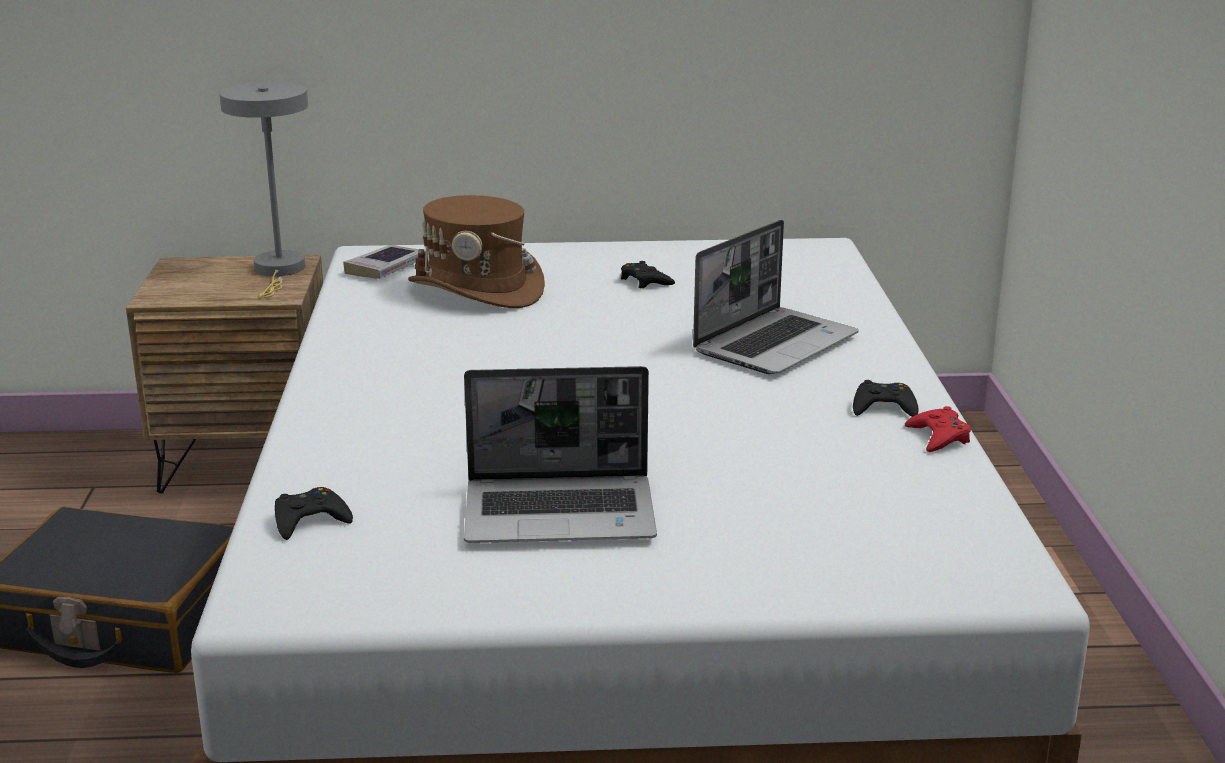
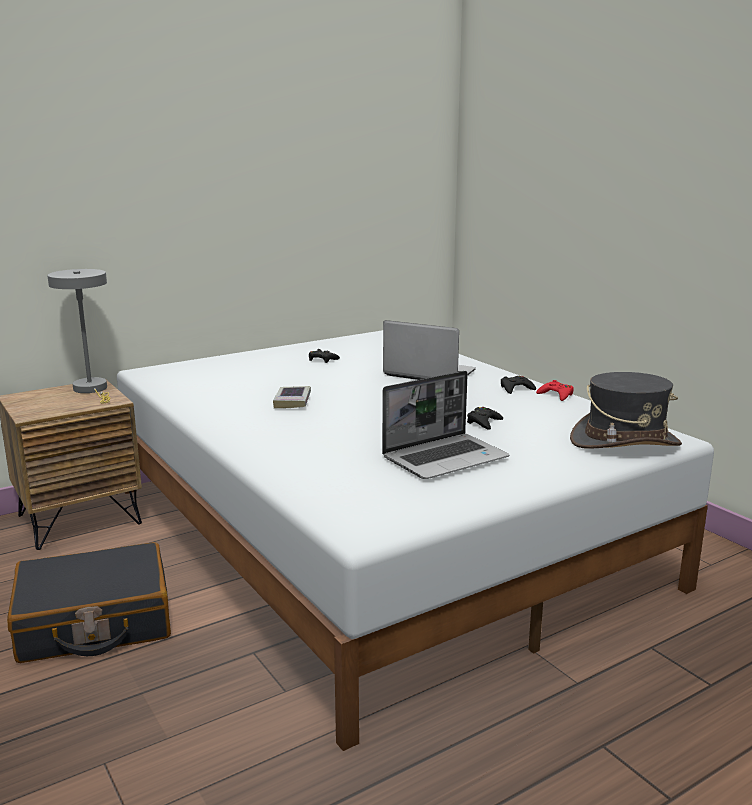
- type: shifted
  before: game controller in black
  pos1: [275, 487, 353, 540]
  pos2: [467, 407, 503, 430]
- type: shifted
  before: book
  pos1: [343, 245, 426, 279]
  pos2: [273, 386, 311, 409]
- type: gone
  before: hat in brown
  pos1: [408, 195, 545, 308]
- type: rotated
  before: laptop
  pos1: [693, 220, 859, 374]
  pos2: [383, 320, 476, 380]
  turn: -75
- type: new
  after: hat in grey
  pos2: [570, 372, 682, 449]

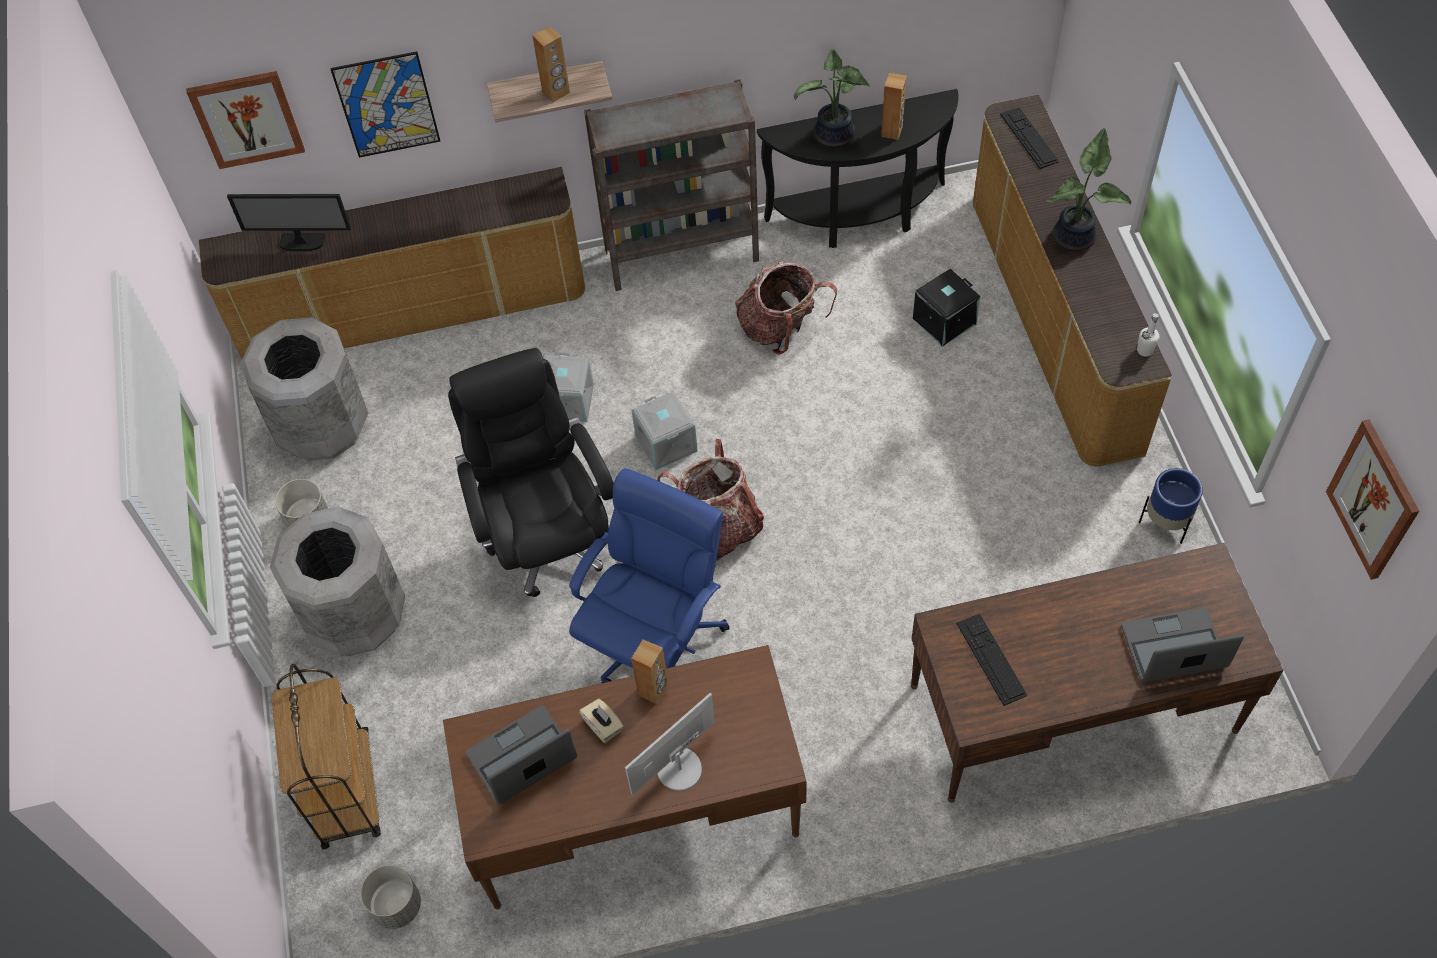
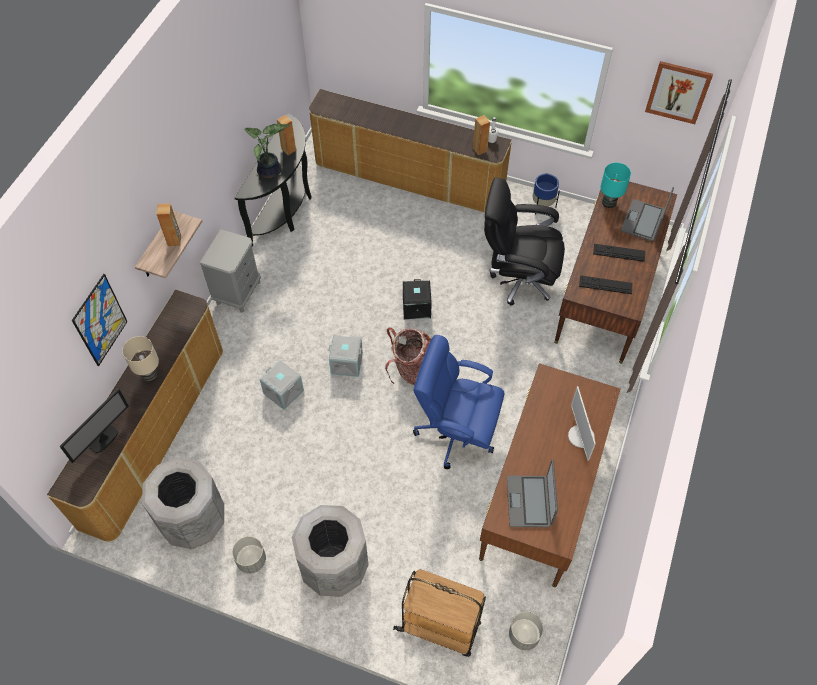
- type: gone
  before: picture
  pos1: [186, 71, 305, 169]
- type: shifted
  before: office chair in black
  pos1: [448, 348, 614, 597]
  pos2: [484, 178, 565, 306]
- type: rotated
  before: office chair in blue
  pos1: [569, 468, 730, 683]
  pos2: [413, 335, 505, 469]
  turn: -45
- type: gone
  before: tissue box in beige
  pos1: [579, 699, 624, 743]
- type: swapped
  before: bookcase in grey
  after: nightstand in grey
  pos1: [584, 79, 759, 291]
  pos2: [200, 229, 261, 313]
- type: shifted
  before: speaker in brown
  pos1: [631, 640, 668, 704]
  pos2: [473, 115, 490, 155]
- type: gone
  before: backpack
  pos1: [735, 261, 837, 355]
- type: shifted
  before: storage box in black
  pos1: [913, 268, 980, 347]
  pos2: [403, 279, 432, 320]
- type: shifted
  before: keyboard
  pos1: [1000, 108, 1059, 169]
  pos2: [593, 244, 645, 262]
- type: gone
  before: potted plant
  pos1: [1046, 128, 1131, 252]
- type: new
  after: table lamp in beige
  pos2: [122, 336, 159, 382]
- type: new
  after: table lamp in turquoise
  pos2: [600, 163, 631, 208]

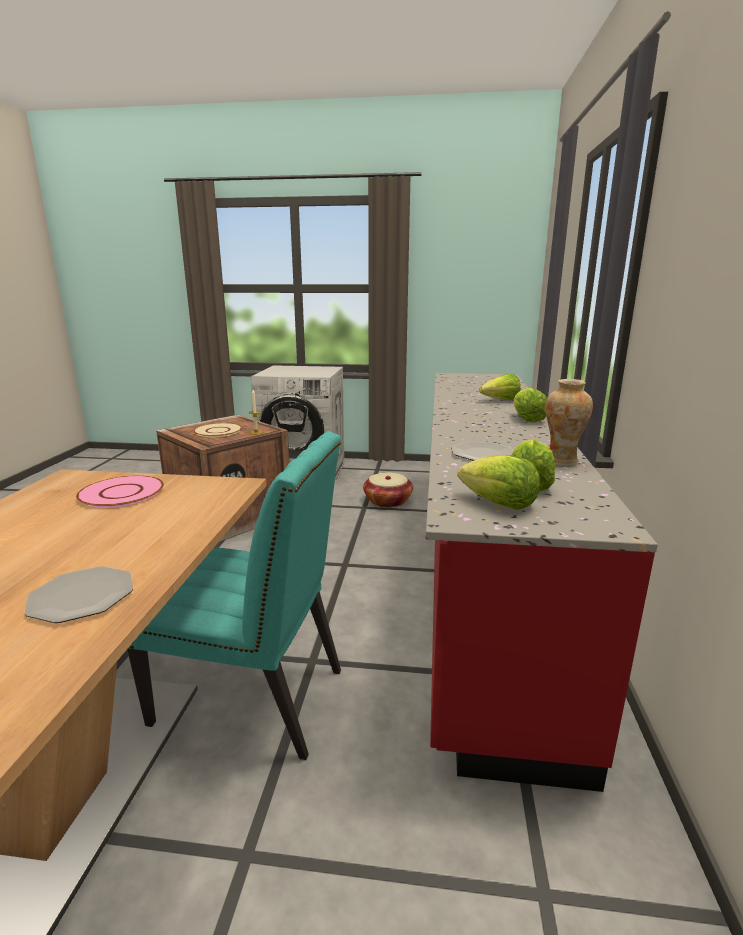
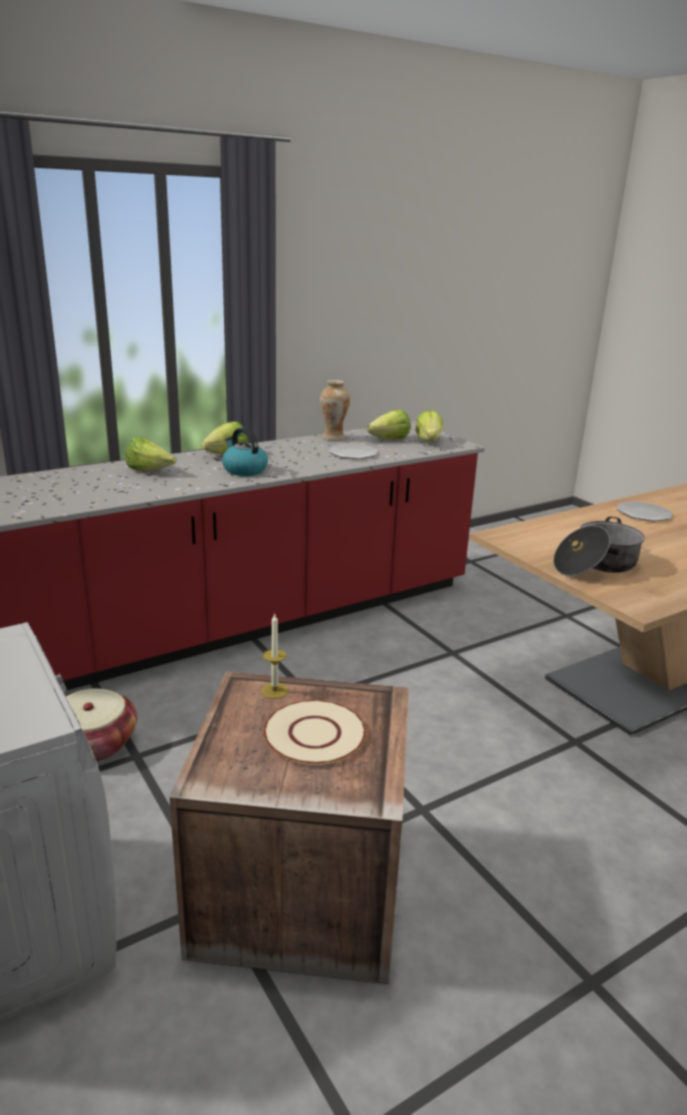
- type: swapped
  before: plate in pink
  after: cooking pot
  pos1: [76, 475, 164, 508]
  pos2: [553, 517, 645, 576]
- type: gone
  before: chair in turquoise
  pos1: [127, 431, 341, 760]
- type: new
  after: kettle
  pos2: [222, 427, 268, 476]

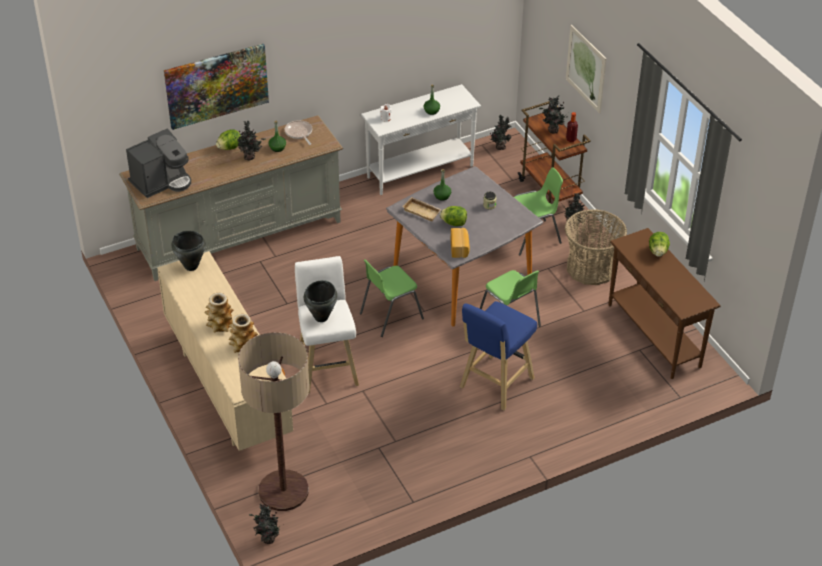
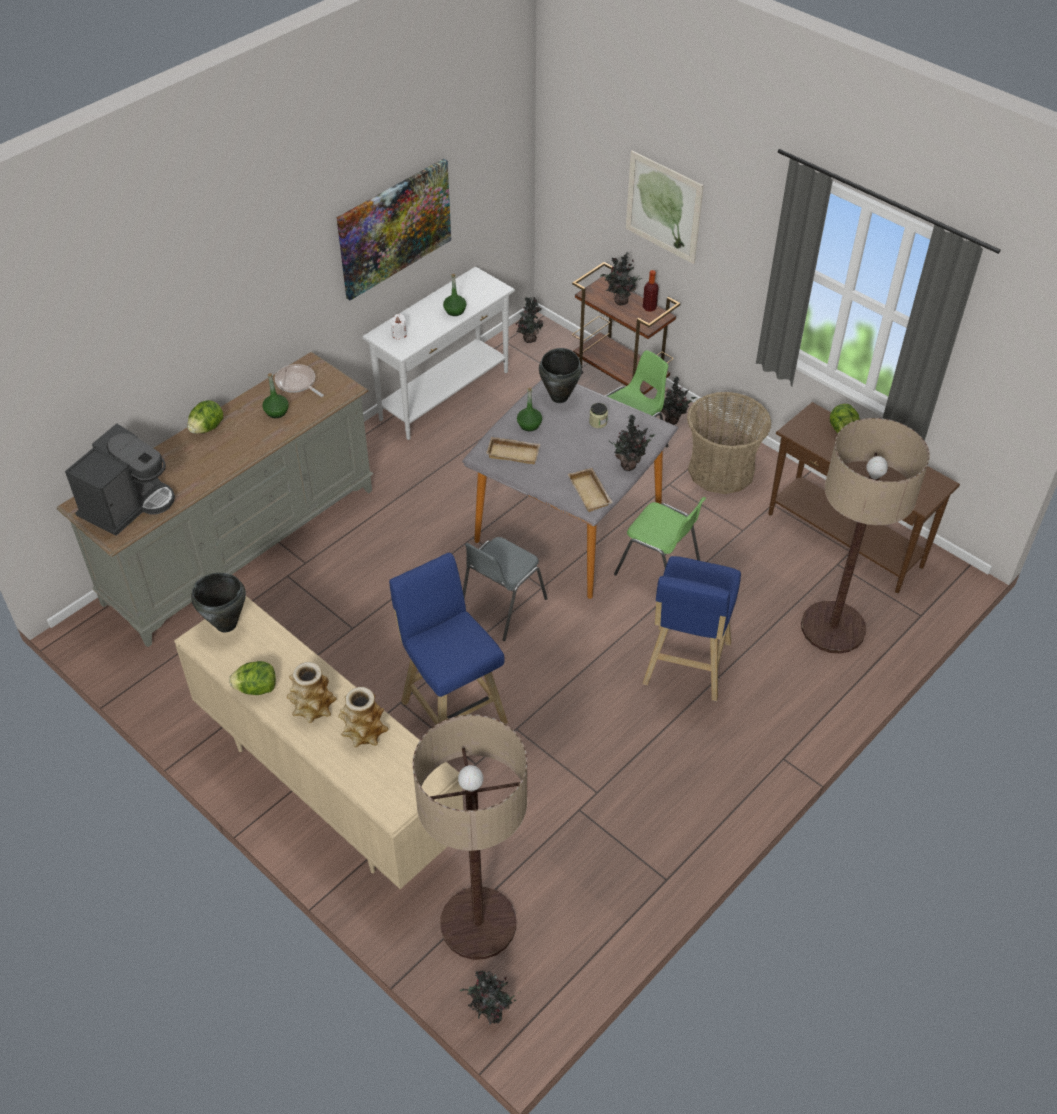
- type: shifted
  before: picture
  pos1: [164, 44, 269, 130]
  pos2: [337, 158, 451, 300]
- type: shifted
  before: potted plant
  pos1: [234, 121, 266, 160]
  pos2: [609, 415, 655, 471]
- type: repainted
  before: stool in white
  after: stool in blue
  pos1: [295, 256, 359, 394]
  pos2: [389, 553, 508, 725]
- type: shifted
  before: cooking pot in black
  pos1: [304, 280, 337, 322]
  pos2: [539, 348, 582, 403]
- type: repainted
  before: chair in green
  after: chair in grey
  pos1: [360, 259, 424, 337]
  pos2: [463, 537, 548, 641]
- type: shifted
  before: lettuce
  pos1: [440, 206, 467, 226]
  pos2: [229, 661, 276, 695]
- type: swapped
  before: bread
  after: tray in beige
  pos1: [451, 228, 470, 258]
  pos2: [568, 468, 613, 512]
- type: new
  after: floor lamp
  pos2: [801, 418, 930, 654]

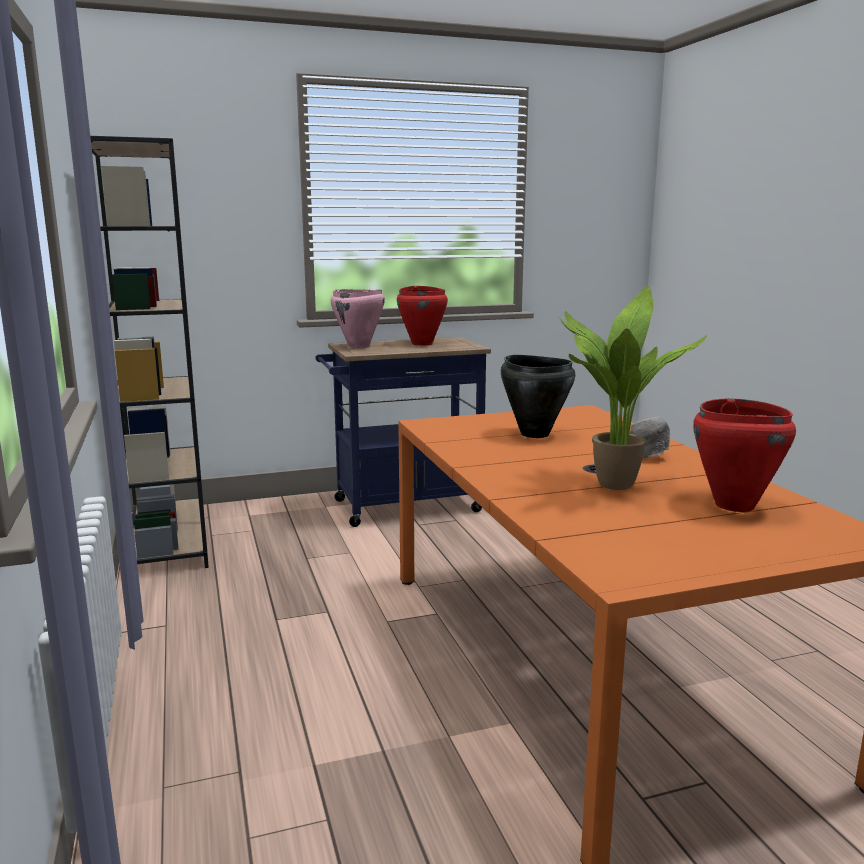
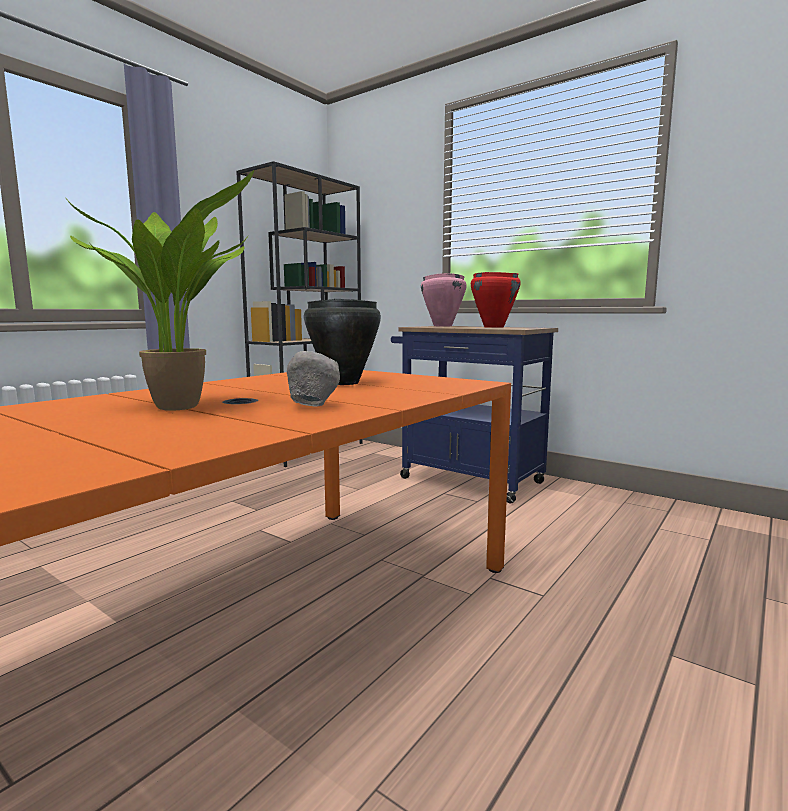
- type: gone
  before: cooking pot in red
  pos1: [693, 398, 796, 512]

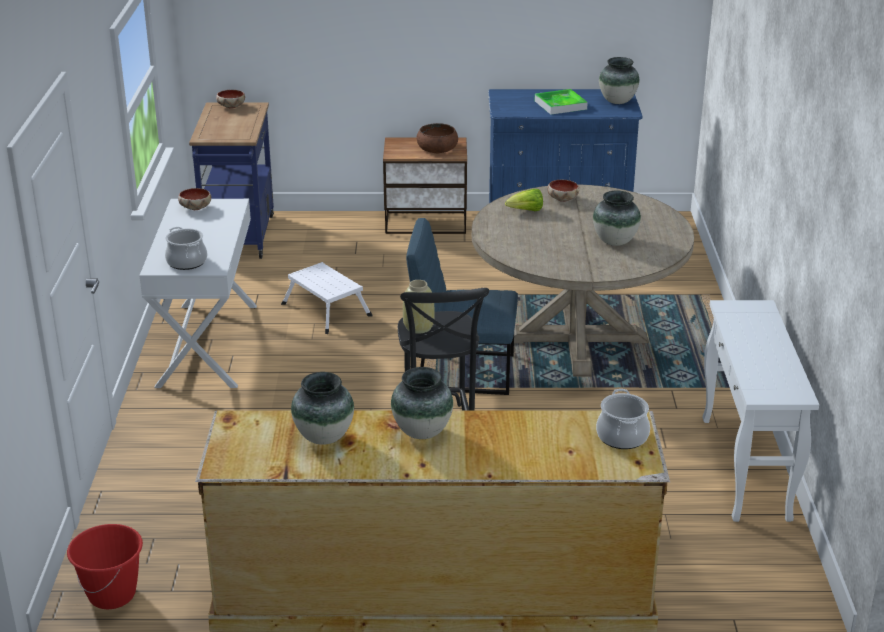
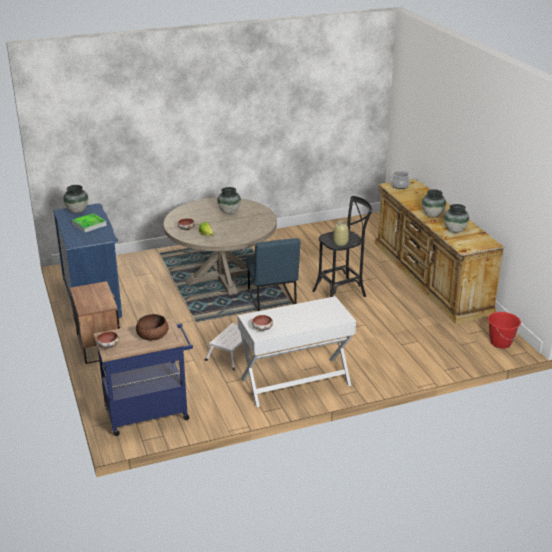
- type: gone
  before: cooking pot
  pos1: [165, 227, 207, 270]
- type: shifted
  before: bowl in brown
  pos1: [416, 123, 458, 154]
  pos2: [136, 314, 169, 340]
- type: gone
  before: console table in white
  pos1: [702, 300, 819, 522]

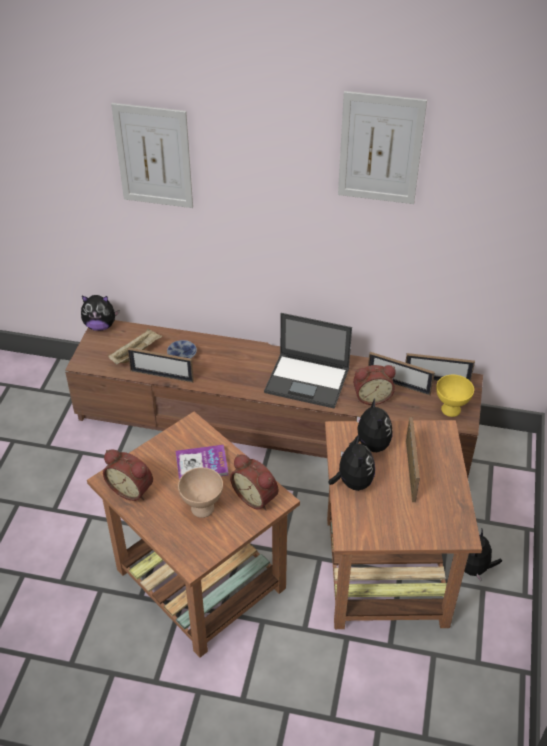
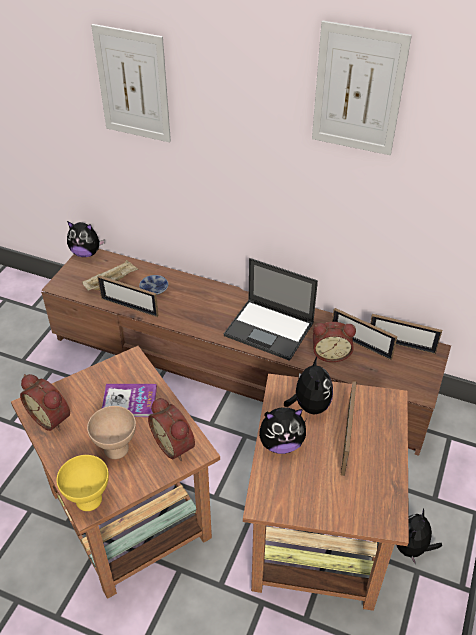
- type: rotated
  before: plush toy
  pos1: [328, 434, 375, 491]
  pos2: [259, 407, 306, 454]
  turn: 75
- type: shifted
  before: bowl in yellow
  pos1: [436, 375, 474, 417]
  pos2: [56, 455, 109, 511]

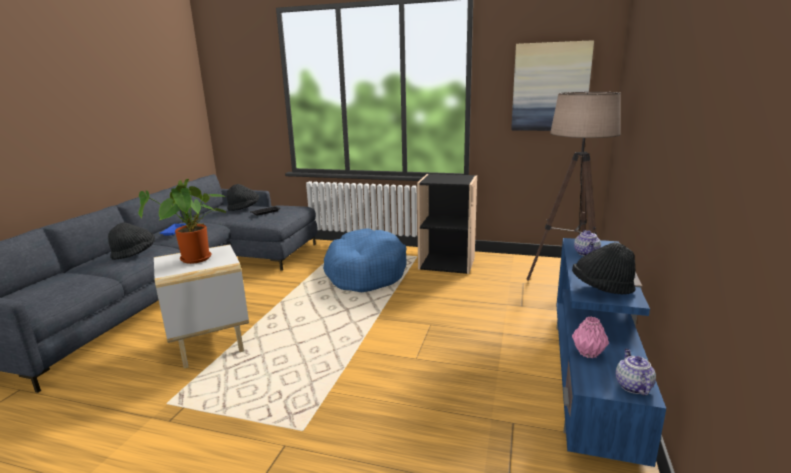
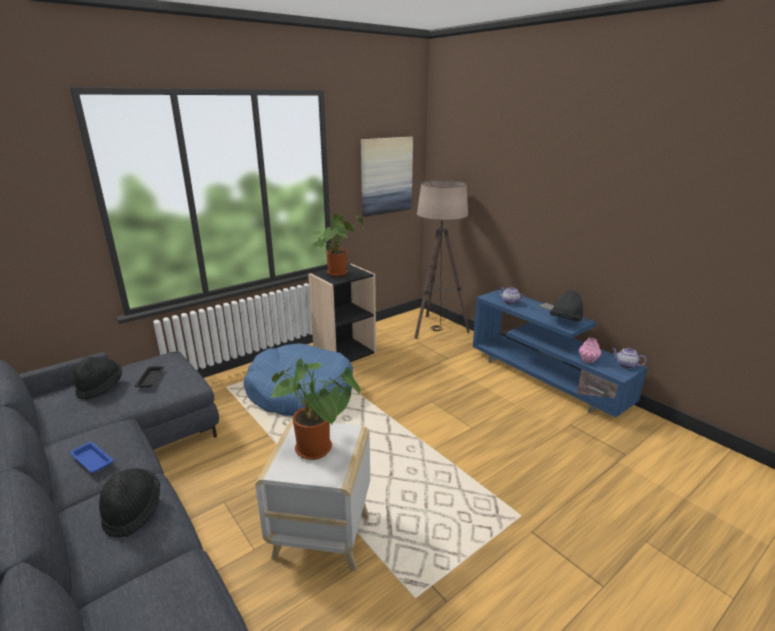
- type: new
  after: potted plant
  pos2: [309, 213, 365, 276]

